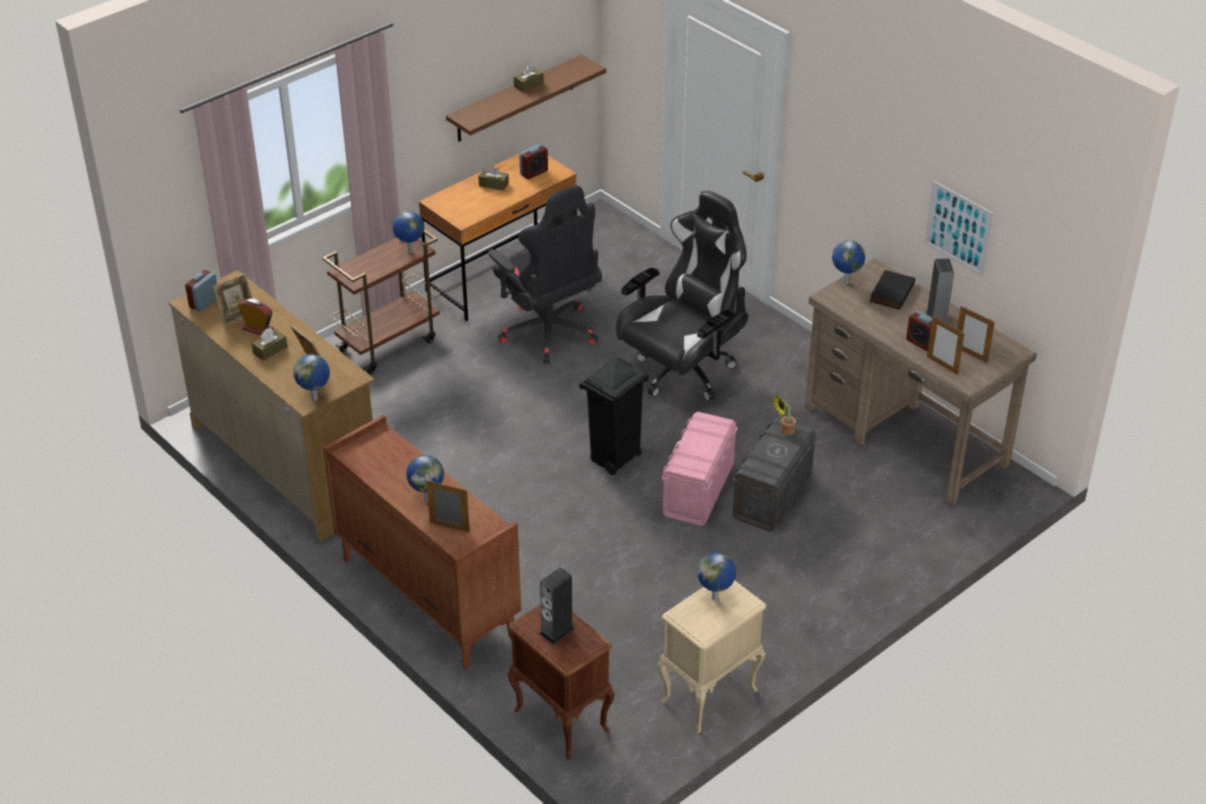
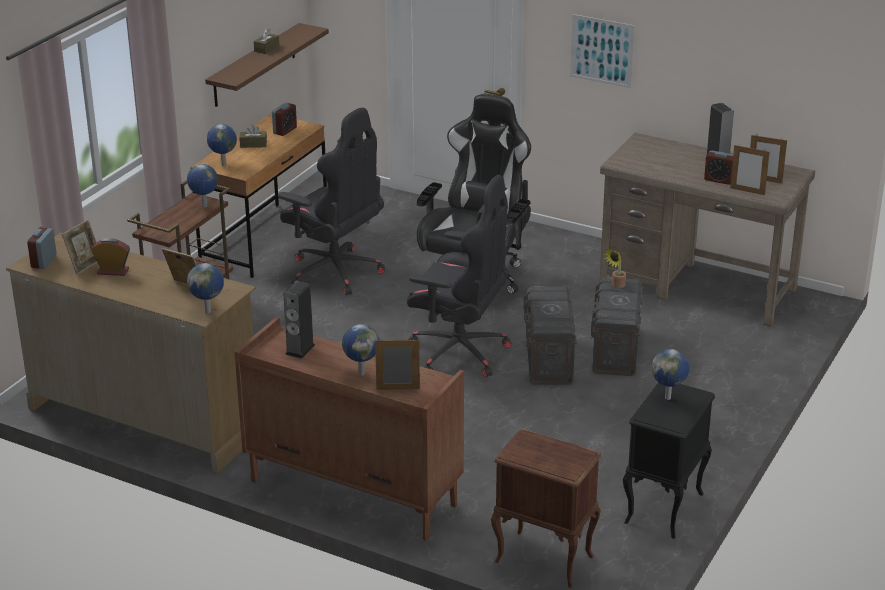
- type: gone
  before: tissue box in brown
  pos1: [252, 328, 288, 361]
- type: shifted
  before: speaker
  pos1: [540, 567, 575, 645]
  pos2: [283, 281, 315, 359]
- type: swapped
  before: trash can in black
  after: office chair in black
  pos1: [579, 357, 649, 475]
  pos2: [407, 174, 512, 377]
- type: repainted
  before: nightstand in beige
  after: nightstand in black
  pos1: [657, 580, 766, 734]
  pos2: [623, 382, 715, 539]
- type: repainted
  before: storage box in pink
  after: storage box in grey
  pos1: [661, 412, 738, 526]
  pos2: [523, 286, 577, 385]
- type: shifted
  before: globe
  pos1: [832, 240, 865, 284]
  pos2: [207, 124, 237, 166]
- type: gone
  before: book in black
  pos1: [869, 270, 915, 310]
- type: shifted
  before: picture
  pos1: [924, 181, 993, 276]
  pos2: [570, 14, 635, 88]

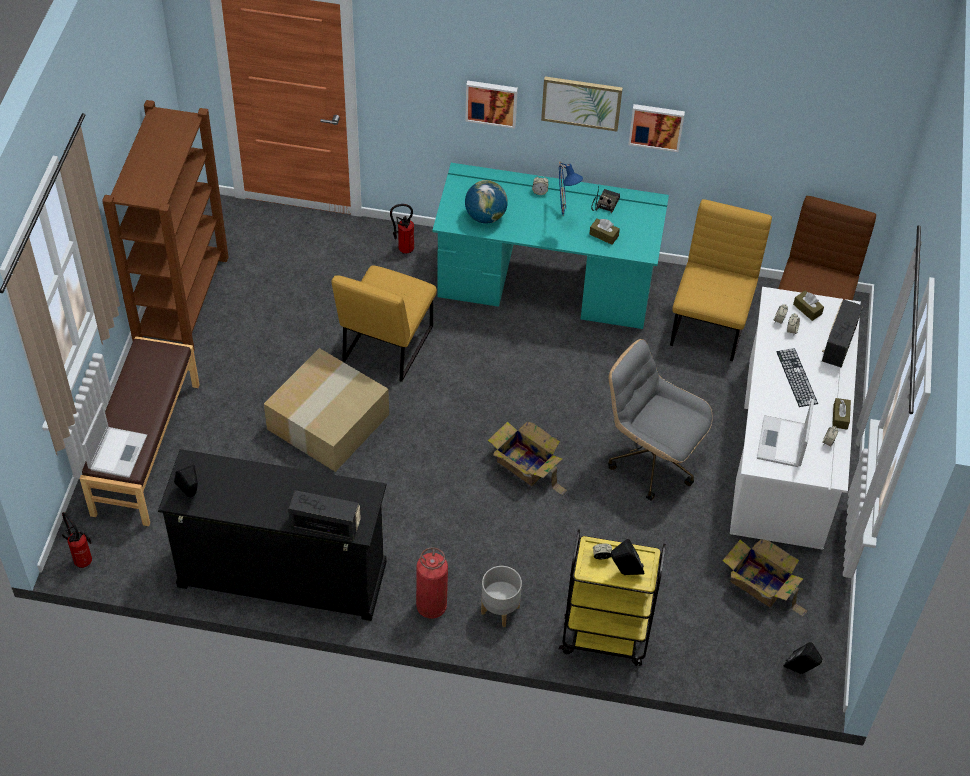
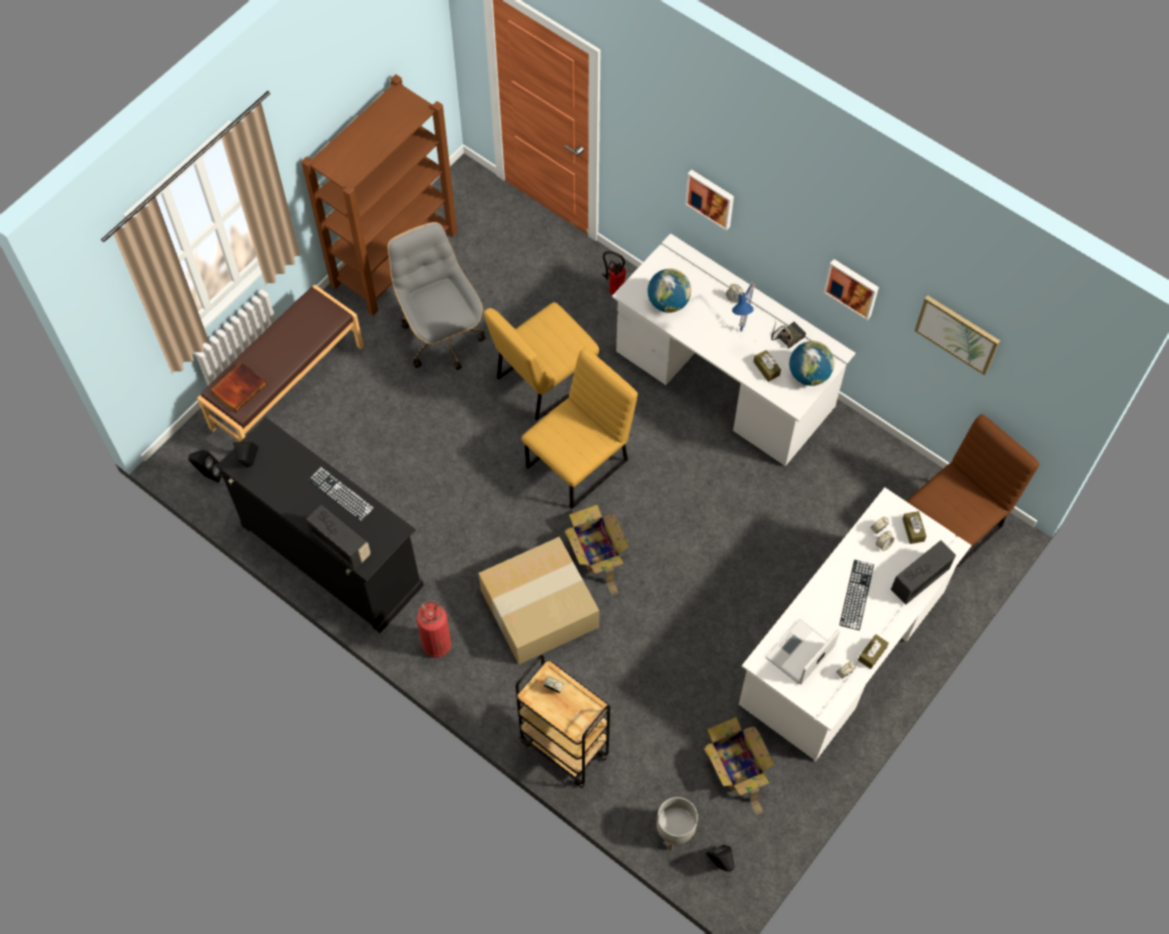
- type: gone
  before: fire extinguisher
  pos1: [62, 512, 92, 568]
- type: swapped
  before: laptop
  after: book
  pos1: [82, 403, 147, 478]
  pos2: [211, 362, 267, 413]
- type: shifted
  before: cardboard box
  pos1: [264, 348, 389, 472]
  pos2: [479, 537, 599, 665]
- type: repainted
  before: desk in turquoise
  after: desk in white
  pos1: [432, 163, 669, 329]
  pos2: [612, 233, 855, 466]
- type: shifted
  before: planter in grey
  pos1: [481, 566, 522, 627]
  pos2: [656, 797, 698, 851]
- type: shifted
  before: picture
  pos1: [541, 77, 623, 132]
  pos2: [915, 295, 1000, 375]
- type: repainted
  before: cart in yellow
  after: cart in brown
  pos1: [558, 529, 666, 666]
  pos2: [516, 655, 610, 788]
- type: shifted
  before: office chair in grey
  pos1: [608, 339, 713, 501]
  pos2: [388, 222, 485, 370]
- type: shifted
  before: speaker in black
  pos1: [611, 539, 645, 575]
  pos2: [188, 450, 223, 483]
- type: shifted
  before: chair in yellow
  pos1: [670, 199, 772, 361]
  pos2: [521, 348, 638, 509]
- type: new
  after: keyboard
  pos2: [308, 466, 375, 522]
- type: new
  after: globe
  pos2: [789, 341, 834, 386]

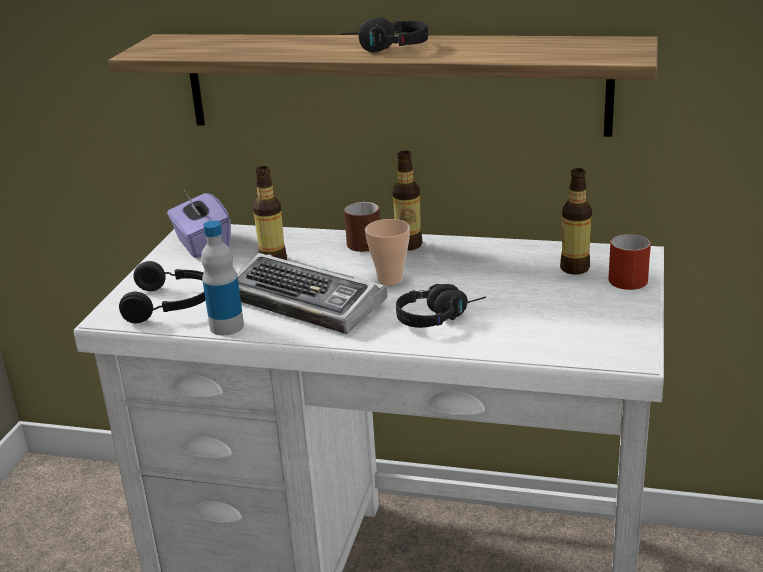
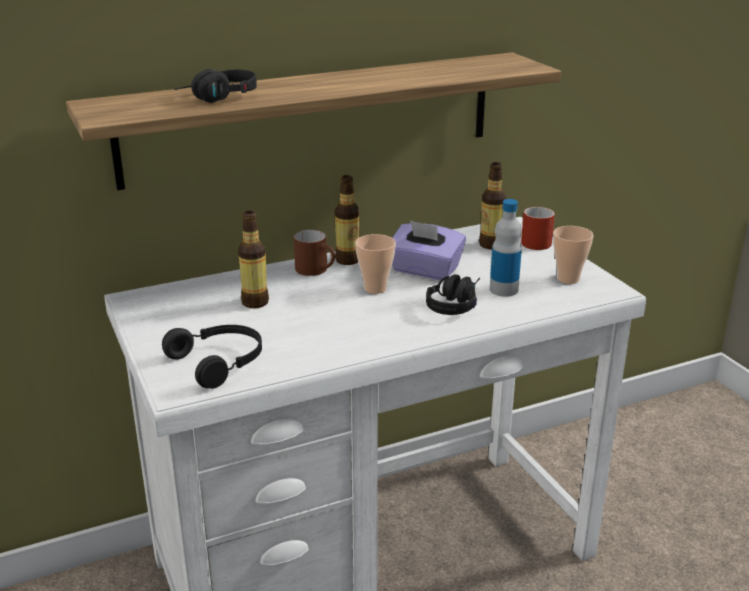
- type: shifted
  before: tissue box in purple
  pos1: [167, 190, 231, 258]
  pos2: [392, 220, 466, 281]
- type: shifted
  before: bottle
  pos1: [201, 220, 244, 335]
  pos2: [490, 199, 522, 297]
- type: gone
  before: keyboard
  pos1: [237, 253, 387, 334]
- type: shifted
  before: headphones in black
  pos1: [341, 17, 428, 52]
  pos2: [174, 69, 257, 103]
- type: new
  after: cup
  pos2: [553, 226, 594, 284]

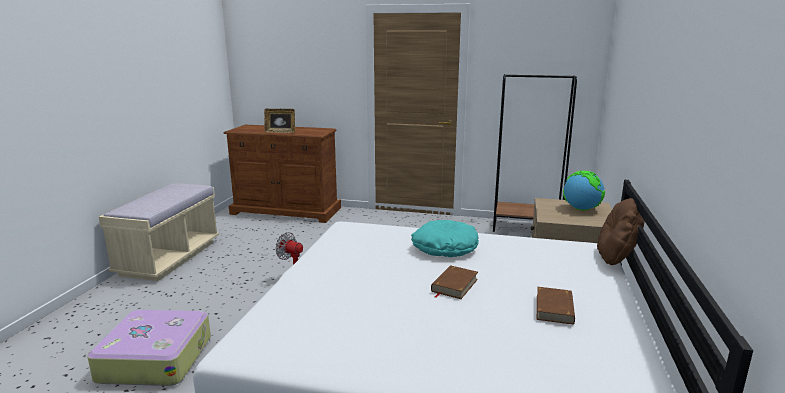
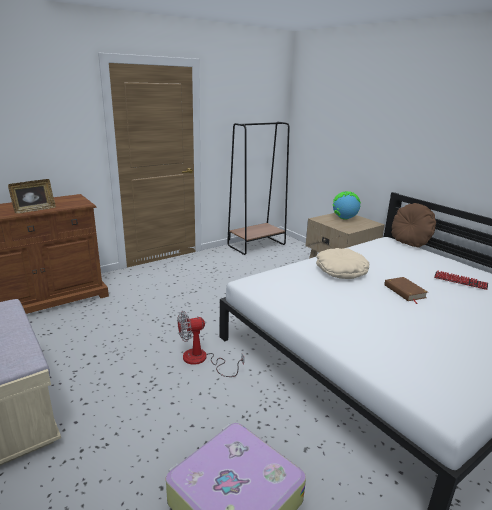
- type: repainted
  before: pillow in turquoise
  after: pillow in beige
  pos1: [411, 220, 479, 257]
  pos2: [316, 248, 369, 279]
- type: swapped
  before: book in brown
  after: keyboard
  pos1: [537, 287, 575, 325]
  pos2: [434, 270, 488, 290]

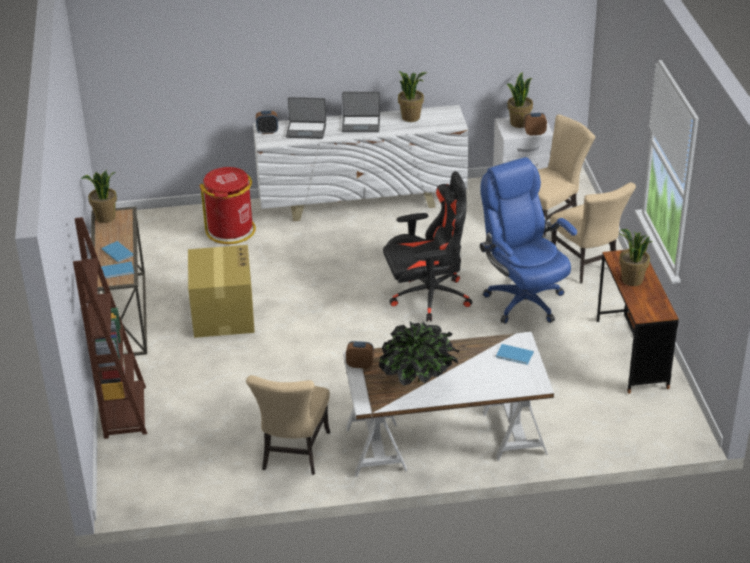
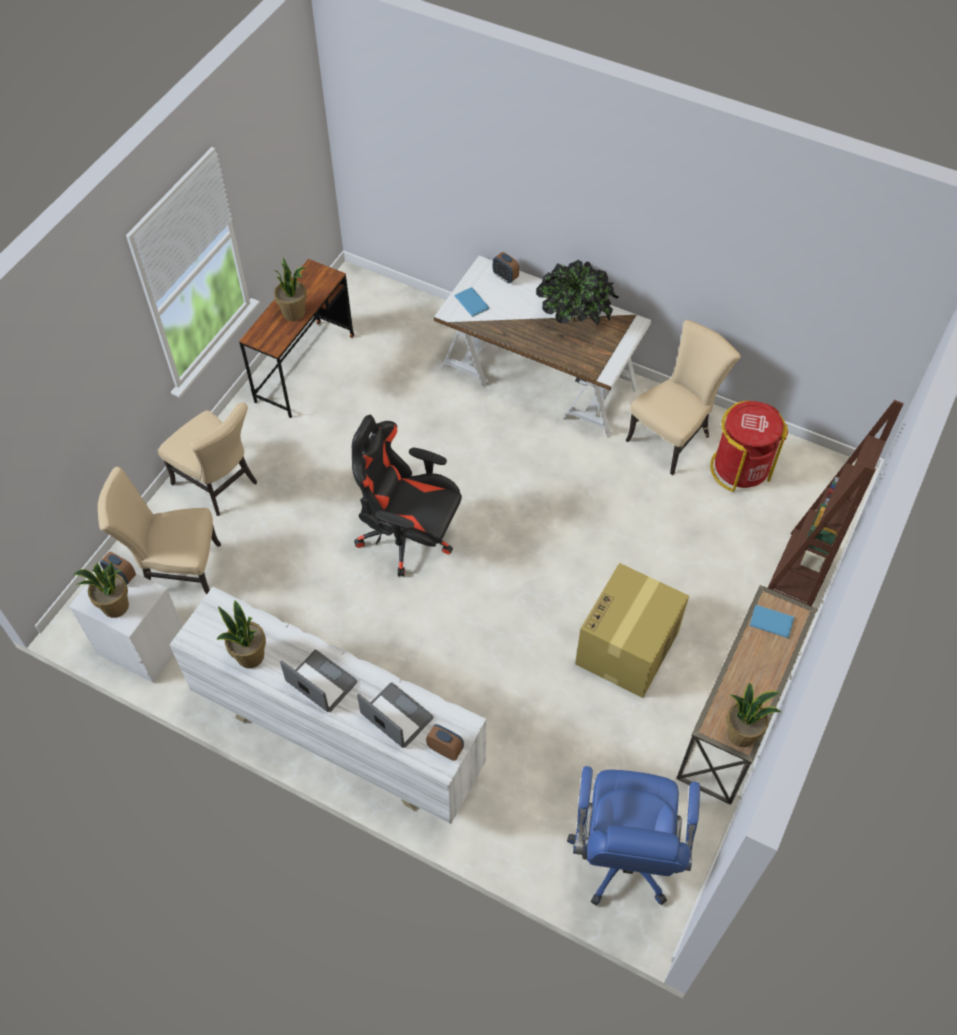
- type: gone
  before: book in blue
  pos1: [102, 241, 134, 263]
- type: shifted
  before: trash can in red
  pos1: [200, 167, 256, 244]
  pos2: [710, 400, 788, 492]
- type: shifted
  before: alarm clock
  pos1: [346, 341, 374, 369]
  pos2: [493, 252, 519, 283]
- type: shifted
  before: office chair in blue
  pos1: [480, 157, 577, 324]
  pos2: [567, 766, 700, 906]
- type: rotated
  before: chair in beige
  pos1: [550, 182, 636, 284]
  pos2: [158, 403, 257, 516]
  turn: 120

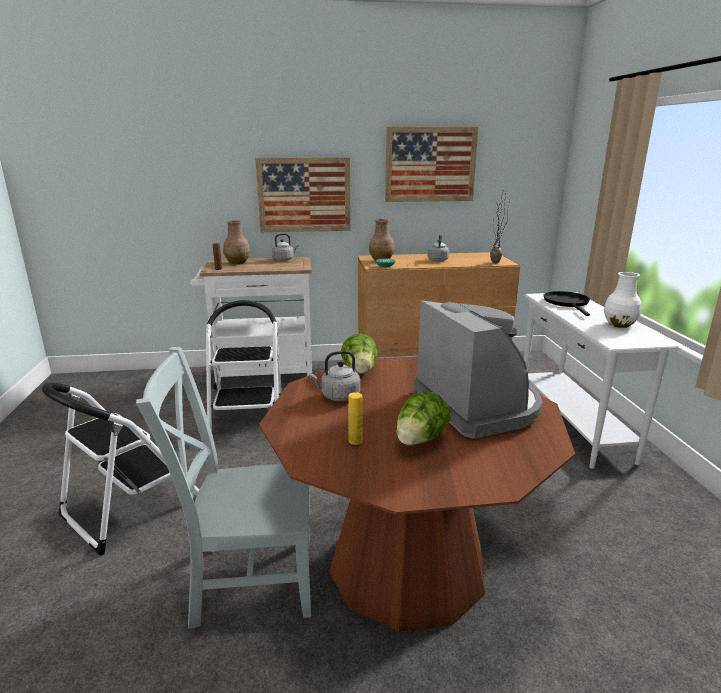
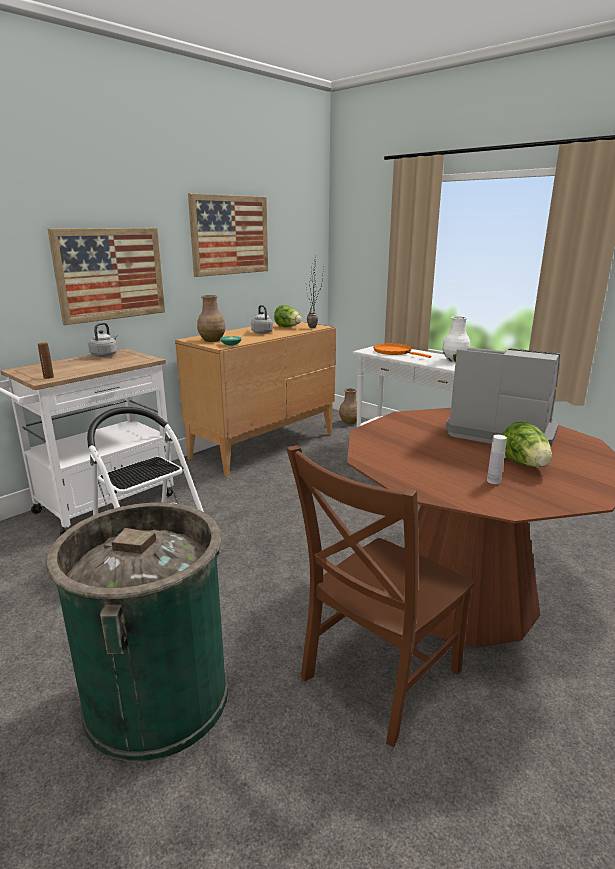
- type: swapped
  before: step ladder
  after: trash can in green
  pos1: [42, 383, 199, 556]
  pos2: [46, 503, 228, 762]
- type: repainted
  before: chair in grey
  after: chair in brown
  pos1: [136, 347, 311, 629]
  pos2: [286, 445, 475, 747]
- type: shifted
  before: vase in brown
  pos1: [223, 221, 250, 264]
  pos2: [339, 388, 357, 424]
- type: gone
  before: kettle in grey
  pos1: [309, 351, 360, 401]
- type: shifted
  before: lettuce
  pos1: [341, 334, 378, 374]
  pos2: [274, 305, 302, 327]
- type: repainted
  before: bottle in yellow
  after: bottle in white
  pos1: [348, 392, 363, 445]
  pos2: [487, 435, 507, 484]
- type: repainted
  before: frying pan in black
  after: frying pan in orange
  pos1: [543, 291, 590, 316]
  pos2: [373, 343, 431, 358]

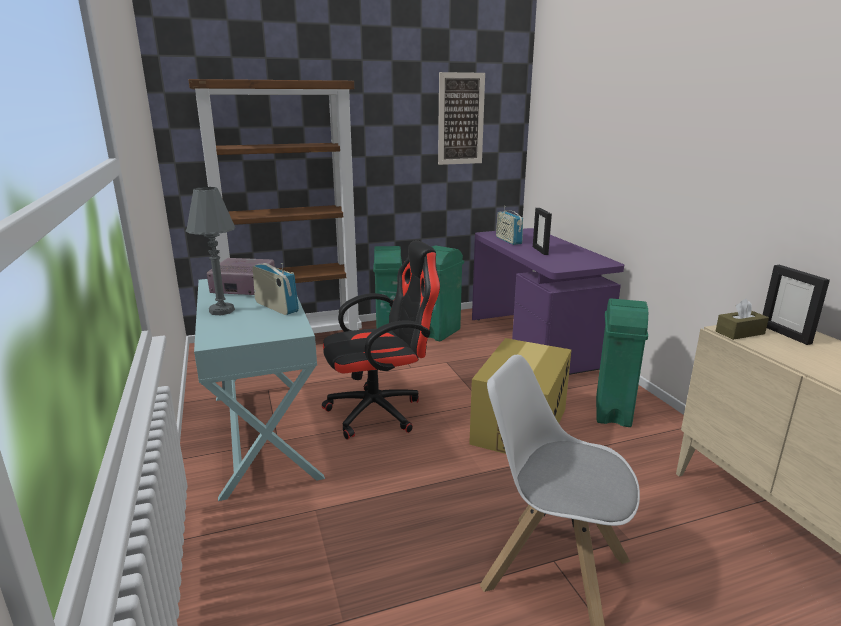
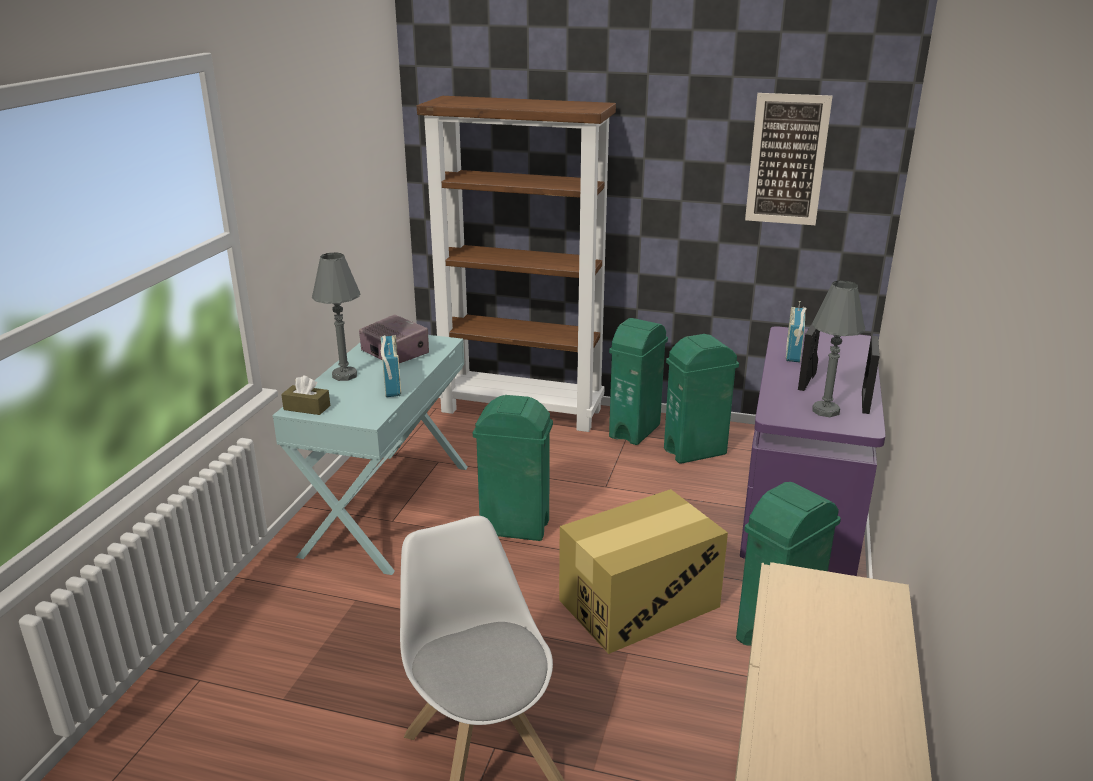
- type: swapped
  before: office chair in black
  after: trash can in green
  pos1: [322, 240, 440, 440]
  pos2: [473, 395, 553, 541]
- type: shifted
  before: tissue box in brown
  pos1: [716, 299, 769, 340]
  pos2: [281, 375, 330, 415]
- type: shifted
  before: picture frame
  pos1: [763, 265, 830, 345]
  pos2: [862, 336, 880, 414]
- type: new
  after: table lamp in grey
  pos2: [812, 280, 865, 417]

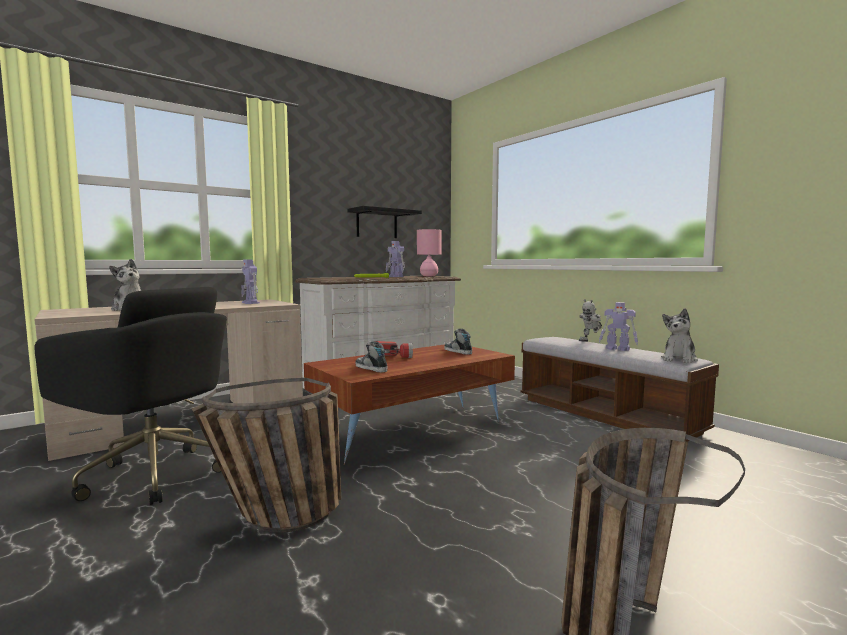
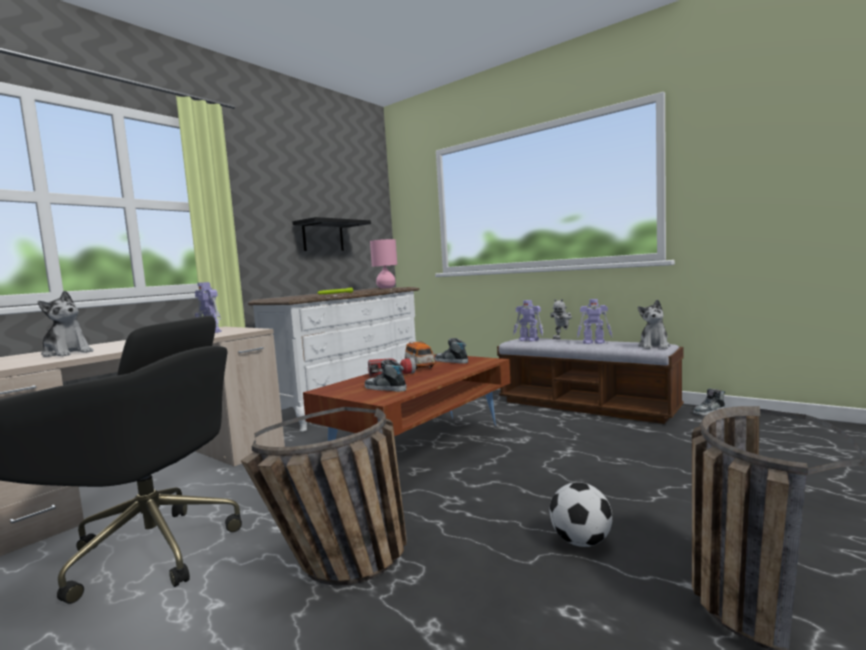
- type: shifted
  before: toy robot
  pos1: [386, 241, 405, 277]
  pos2: [513, 300, 543, 342]
- type: new
  after: toy car
  pos2: [405, 340, 435, 369]
- type: new
  after: football
  pos2: [550, 482, 613, 547]
- type: new
  after: shoe
  pos2: [693, 388, 725, 415]

